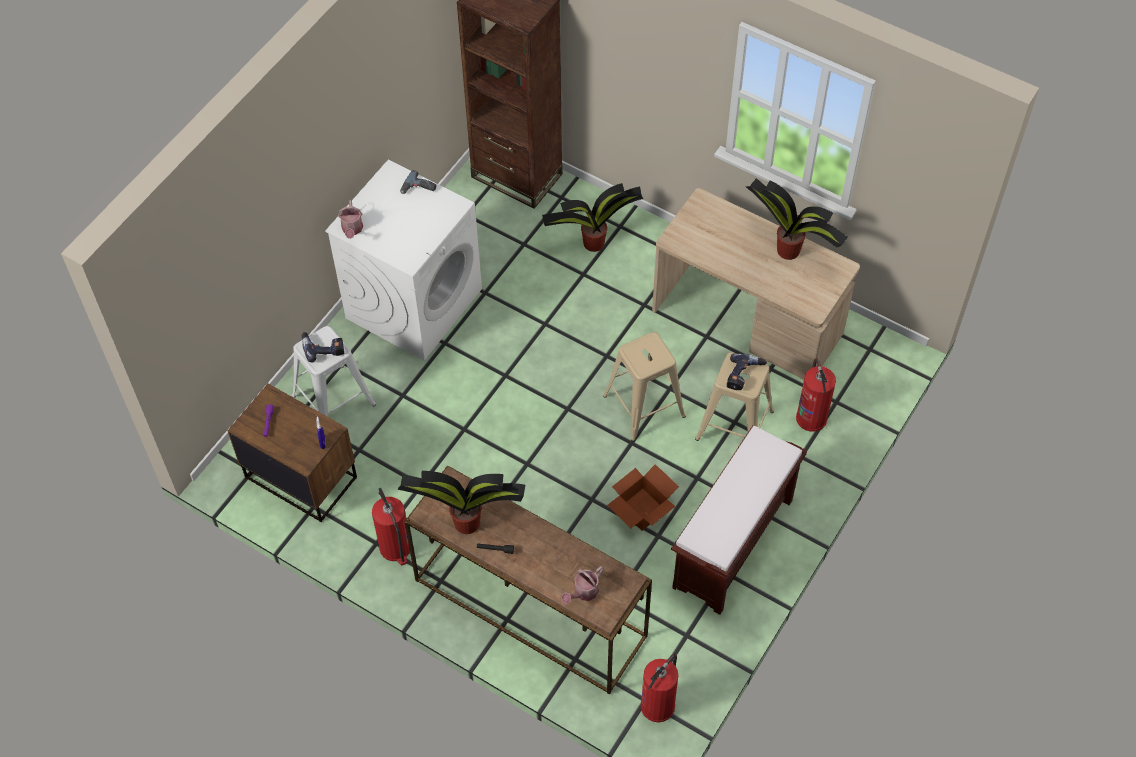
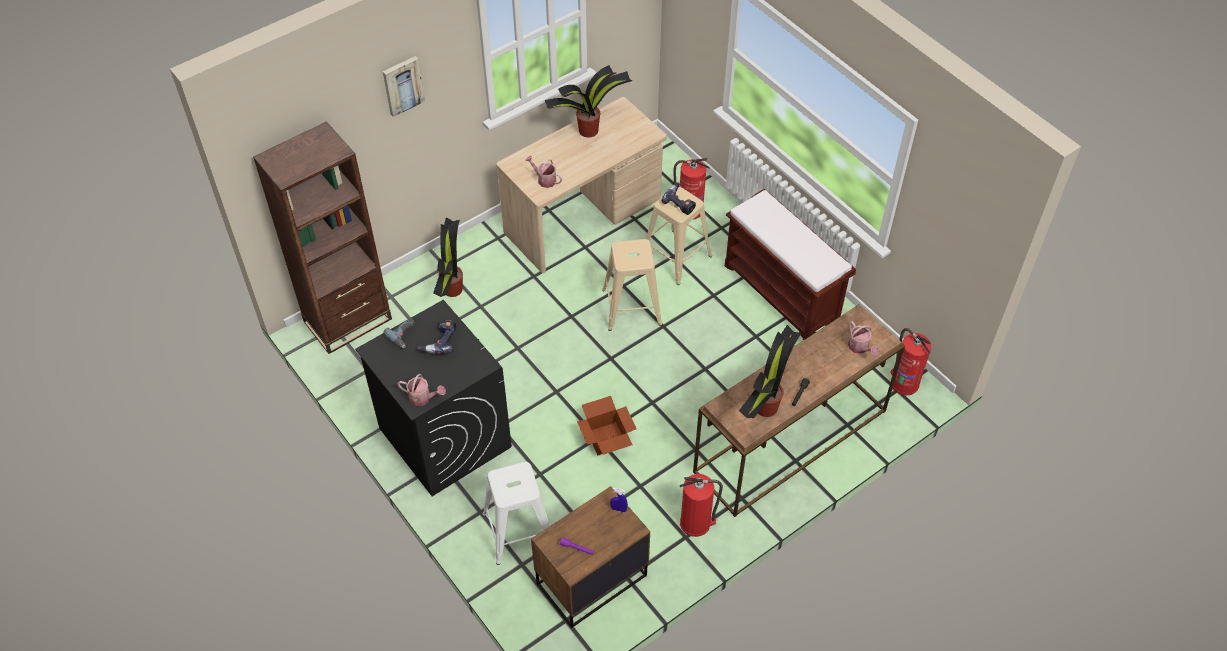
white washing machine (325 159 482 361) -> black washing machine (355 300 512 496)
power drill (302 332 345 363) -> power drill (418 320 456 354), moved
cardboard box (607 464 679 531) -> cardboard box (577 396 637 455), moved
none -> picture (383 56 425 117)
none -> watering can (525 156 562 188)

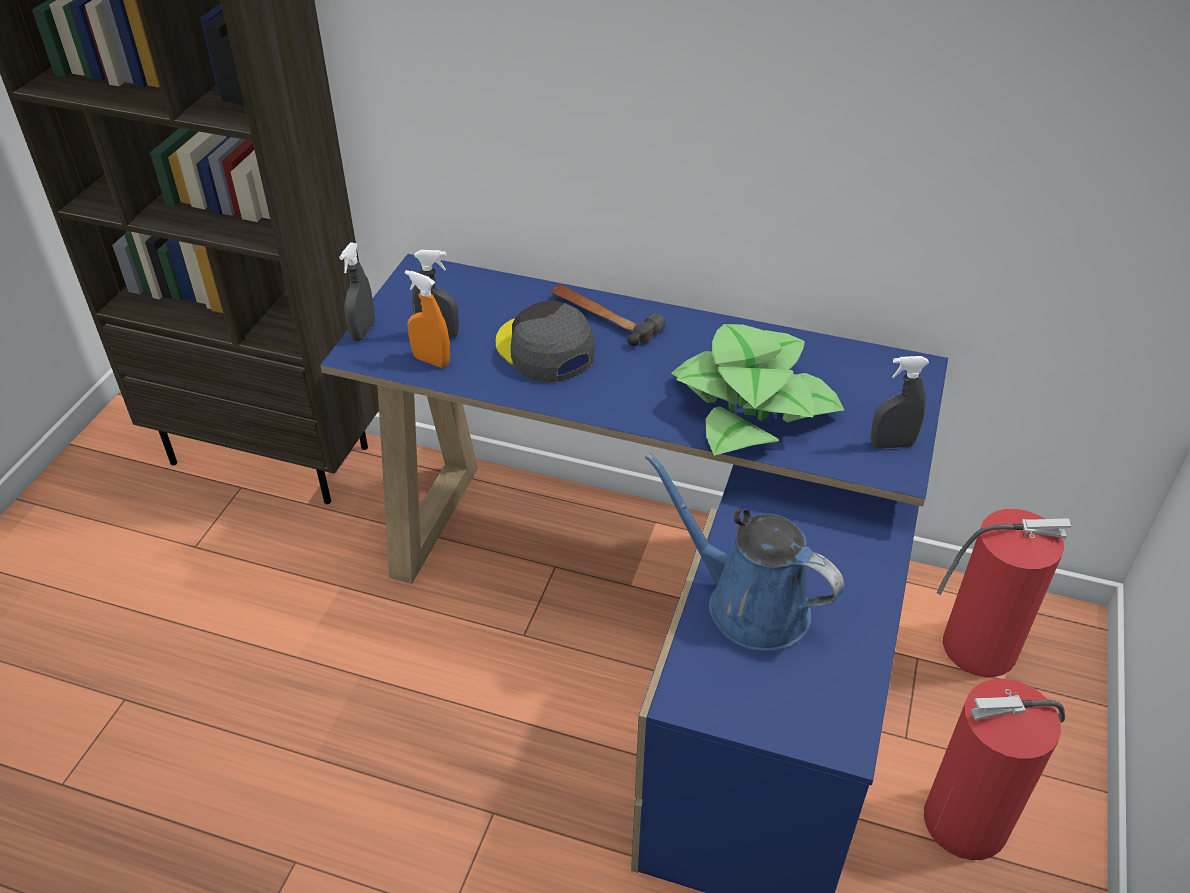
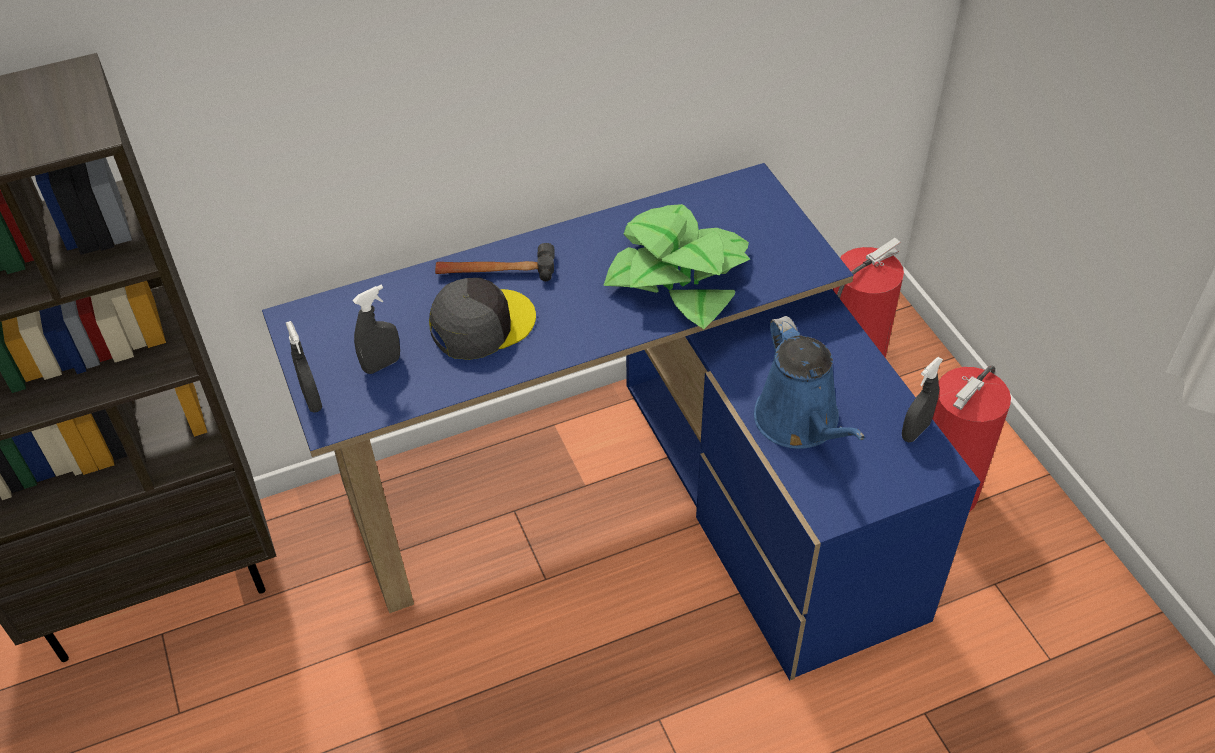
orange spray bottle (405 270 450 367) -> none
grey cap (495 301 595 383) -> grey cap (429 278 536 360), 135 degrees clockwise
grey spray bottle (871 356 929 449) -> grey spray bottle (902 357 943 442), moved
blue watering can (645 452 844 651) -> blue watering can (754 316 865 449), 105 degrees counterclockwise

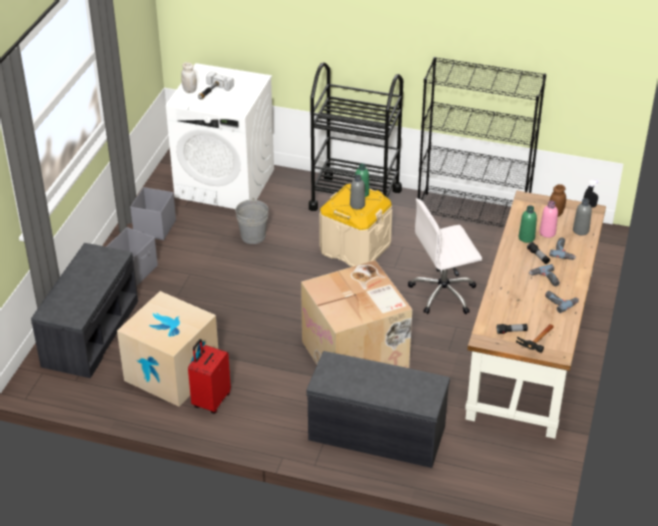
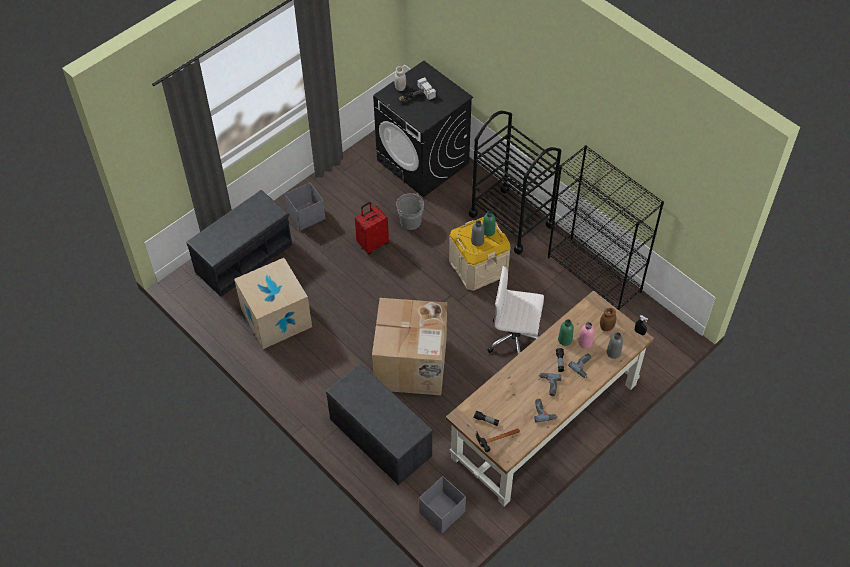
white washing machine (166 63 274 209) -> black washing machine (373 61 473 198)
grey storage box (130 187 176 240) -> grey storage box (419 476 466 534), moved
red suitcase (188 339 231 414) -> red suitcase (355 202 389 254), moved

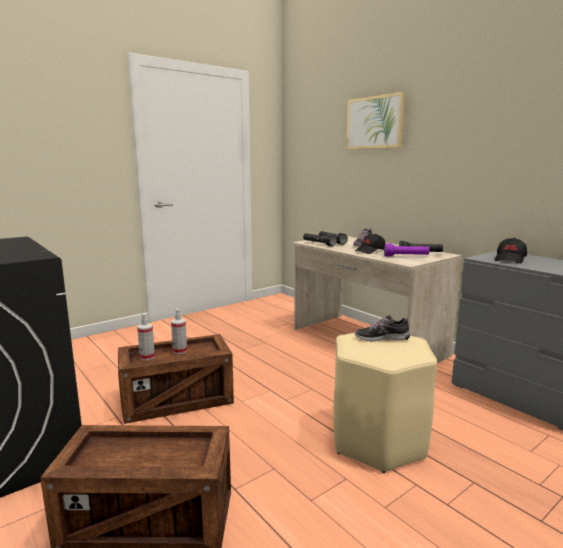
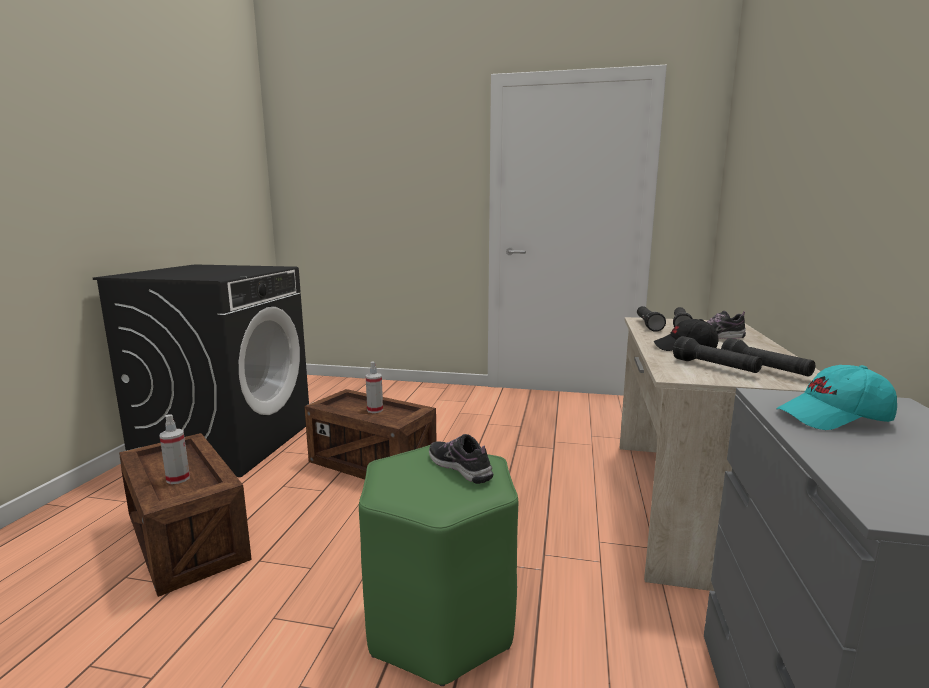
picture (346 92 406 150) -> none
black cap (495 238 527 264) -> turquoise cap (776 365 897 430)
purple flashlight (384 243 429 256) -> black flashlight (673 336 762 373)
spray bottle (137 313 155 360) -> spray bottle (160 414 190 484), moved
beige stool (334 333 437 473) -> green stool (359 445 518 686)

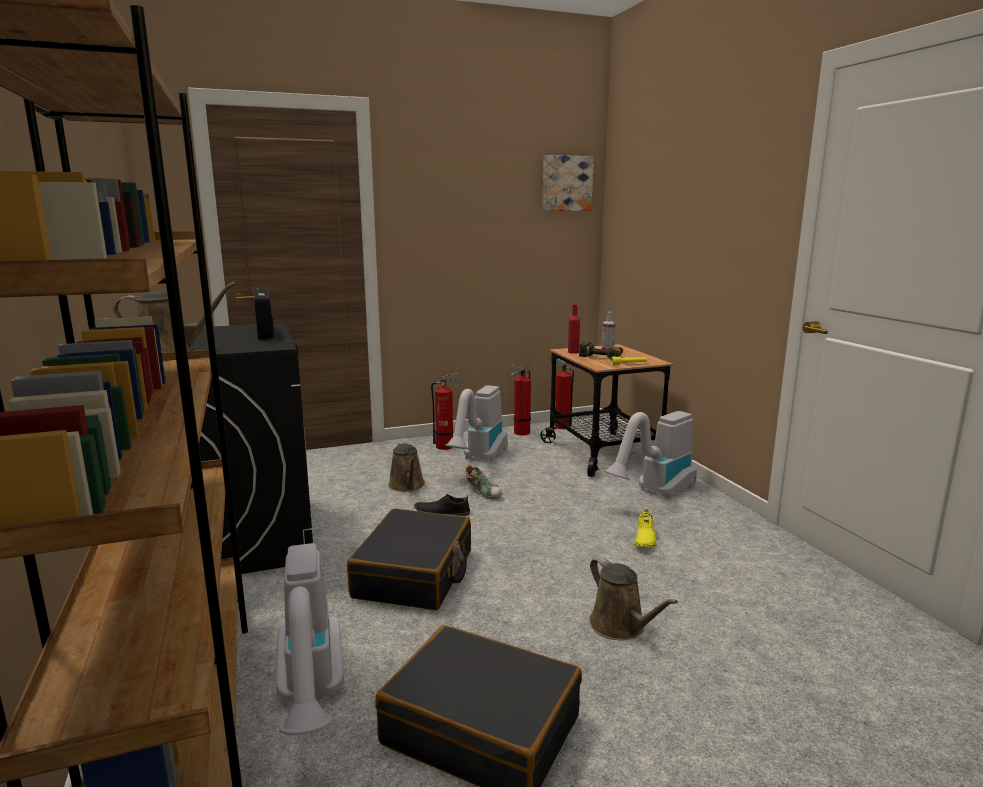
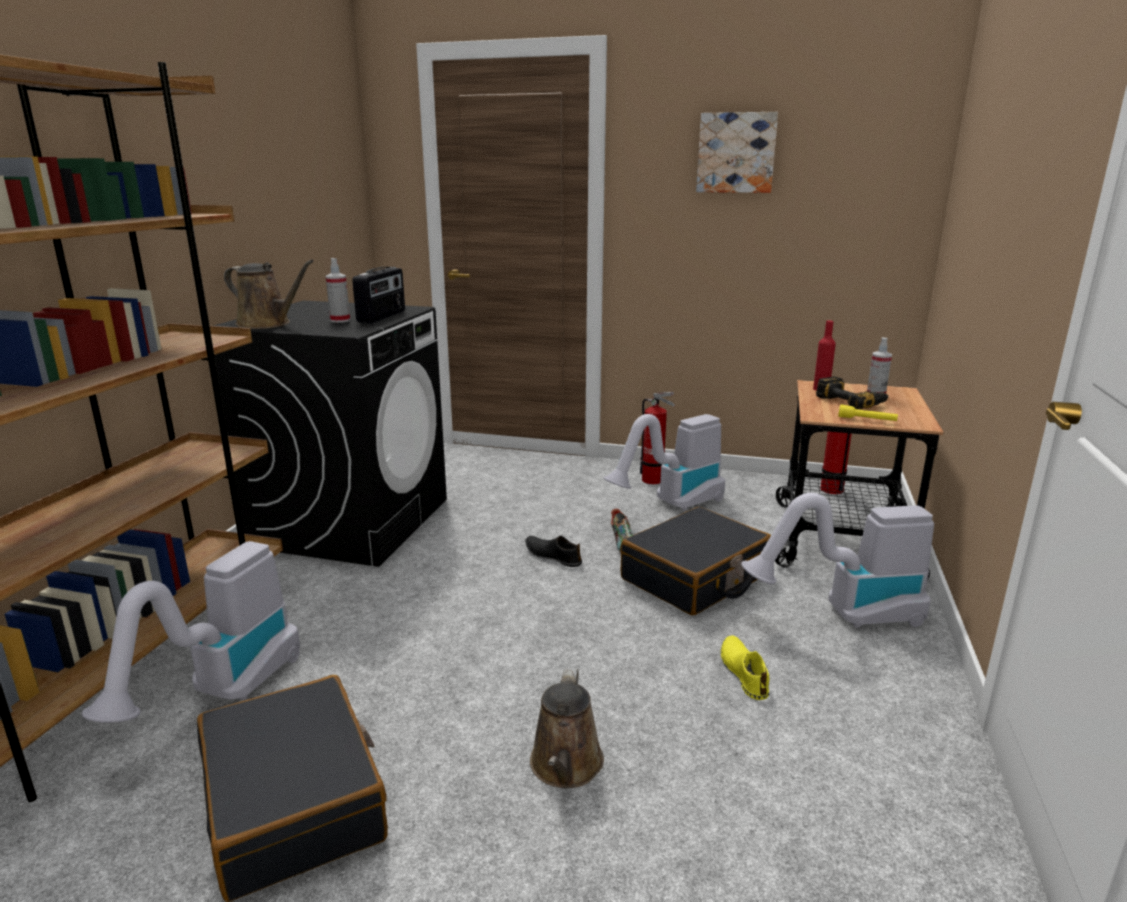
picture (542 155 594 211) -> picture (696 112 778 193), moved
fire extinguisher (511 365 531 435) -> none
brown watering can (388 441 425 492) -> none
black suitcase (347 509 471 611) -> black suitcase (620 507 771 615), moved
yellow shoe (634 509 656 548) -> yellow shoe (721 635 769 700), 120 degrees clockwise
none -> spray bottle (326 258 350 323)

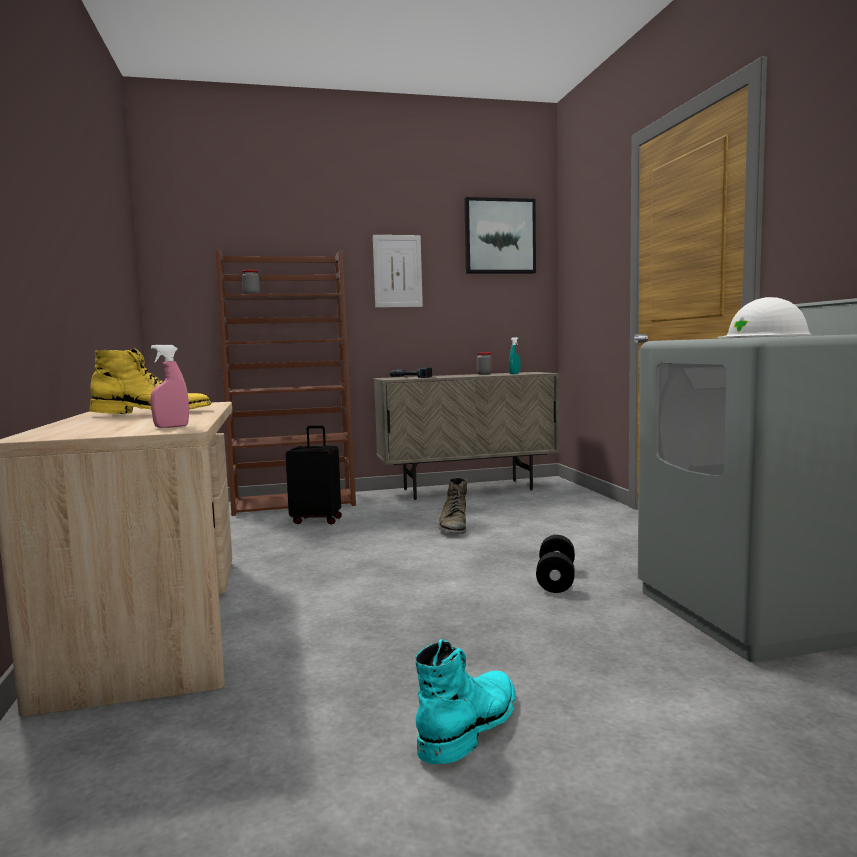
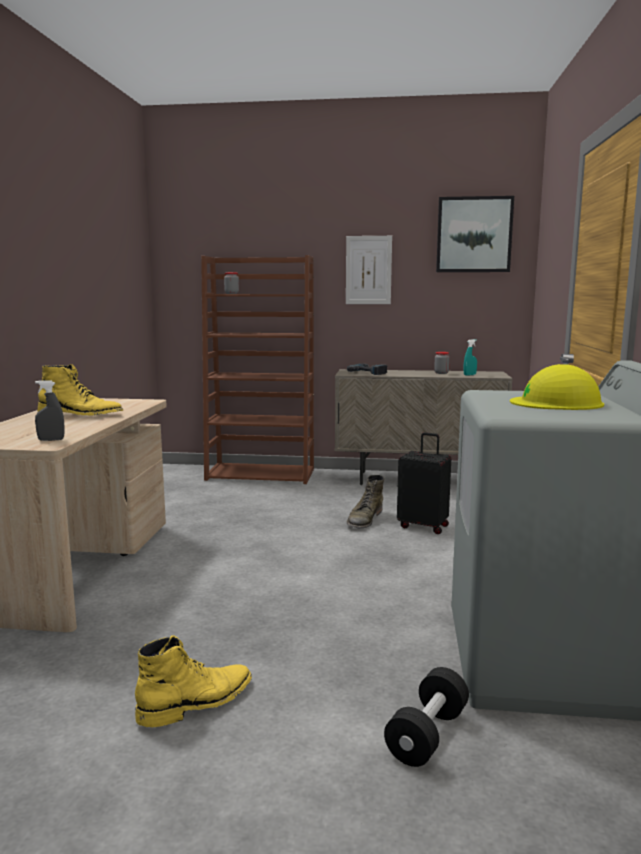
white hard hat (717 297 812 338) -> yellow hard hat (510 364 604 410)
pink spray bottle (150 345 189 428) -> grey spray bottle (35 380 65 441)
black suitcase (285 425 342 524) -> black suitcase (397 432 451 534), moved
black dumbbell (536 535 575 593) -> black dumbbell (384 667 469 767), moved
turquoise boot (415 639 515 764) -> yellow boot (135 635 252 727)

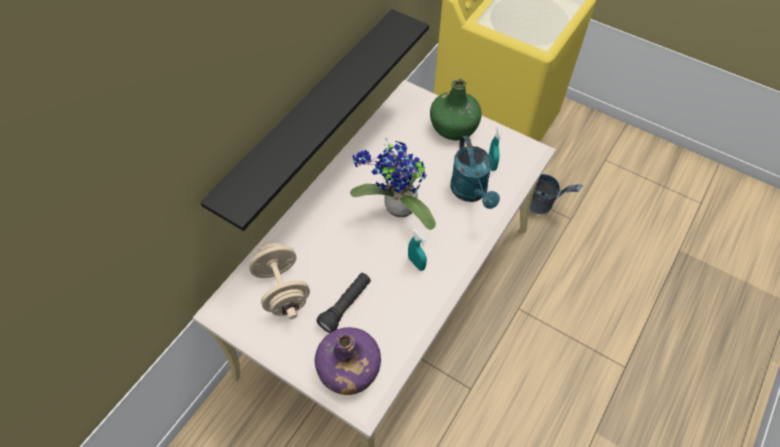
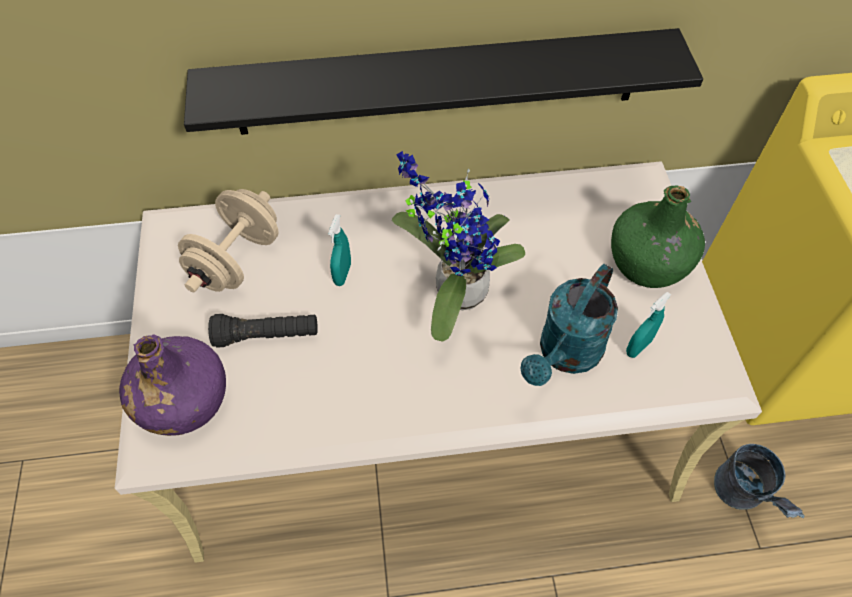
turquoise spray bottle (408 229 427 271) -> turquoise spray bottle (328 214 351 286), moved

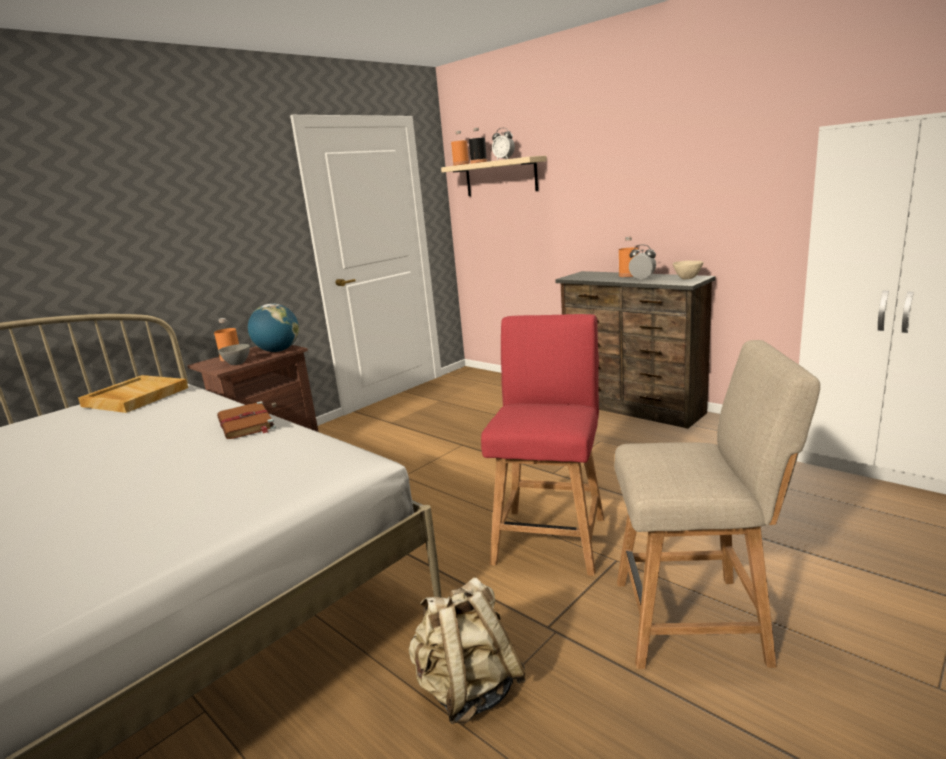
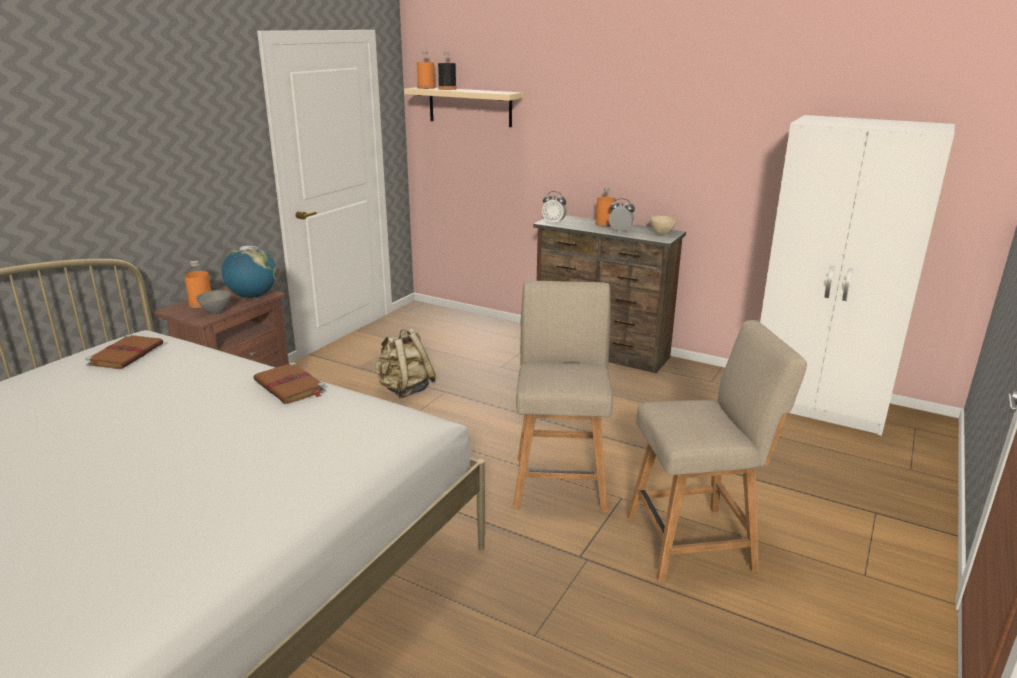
alarm clock (492 128 515 160) -> alarm clock (542 191 567 224), moved
red chair (481 314 604 576) -> beige chair (513 281 613 512)
beige tray (78 375 188 413) -> brown book (85 335 163 369)
beige backpack (409 577 526 724) -> beige backpack (375 328 436 398), moved

